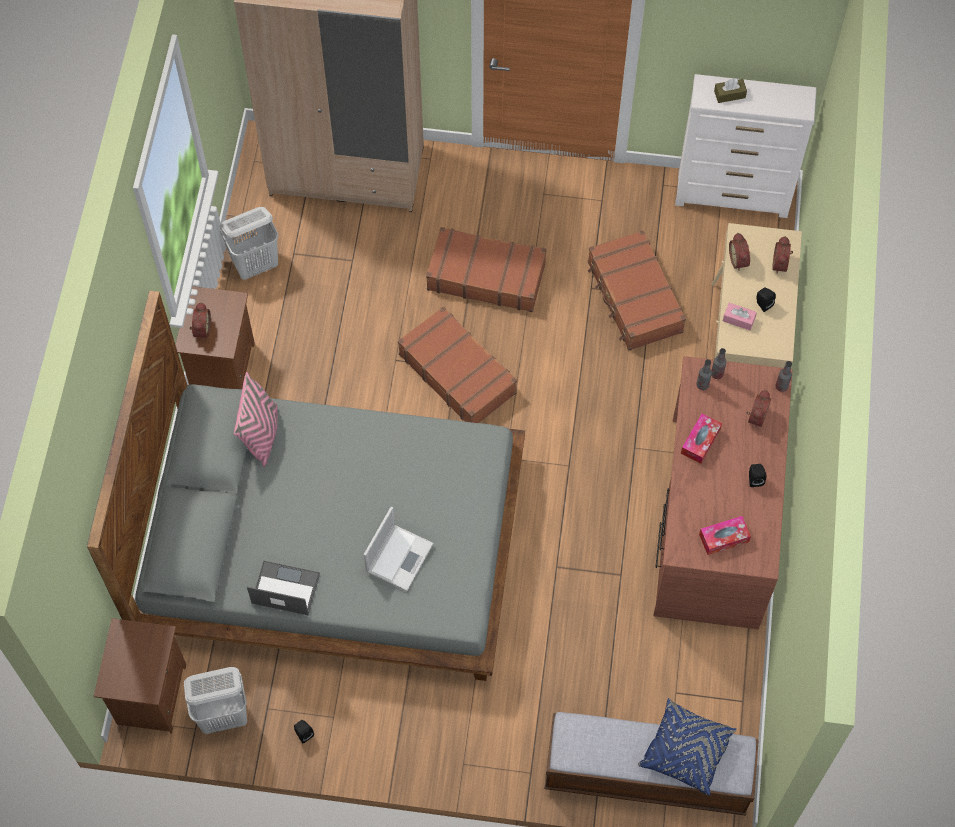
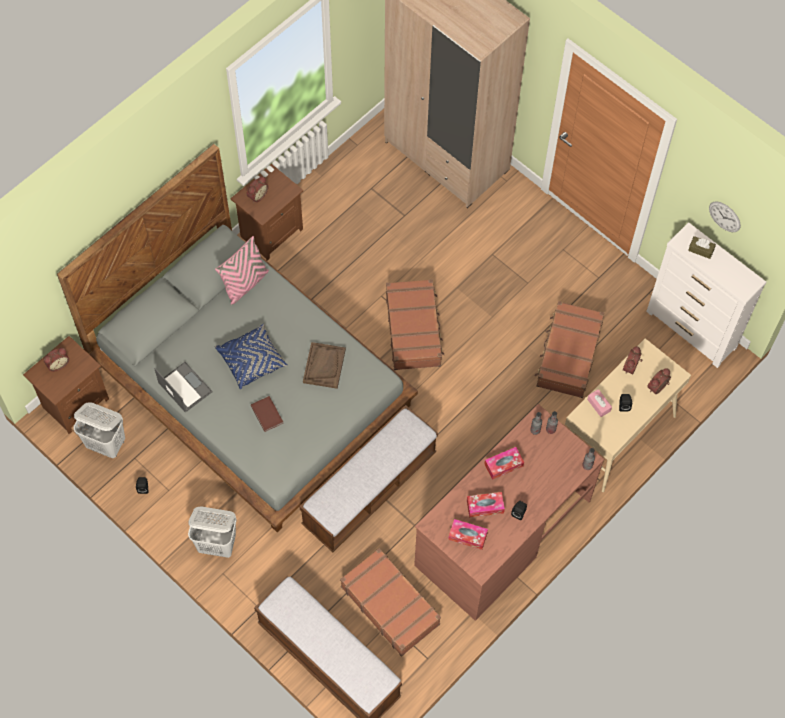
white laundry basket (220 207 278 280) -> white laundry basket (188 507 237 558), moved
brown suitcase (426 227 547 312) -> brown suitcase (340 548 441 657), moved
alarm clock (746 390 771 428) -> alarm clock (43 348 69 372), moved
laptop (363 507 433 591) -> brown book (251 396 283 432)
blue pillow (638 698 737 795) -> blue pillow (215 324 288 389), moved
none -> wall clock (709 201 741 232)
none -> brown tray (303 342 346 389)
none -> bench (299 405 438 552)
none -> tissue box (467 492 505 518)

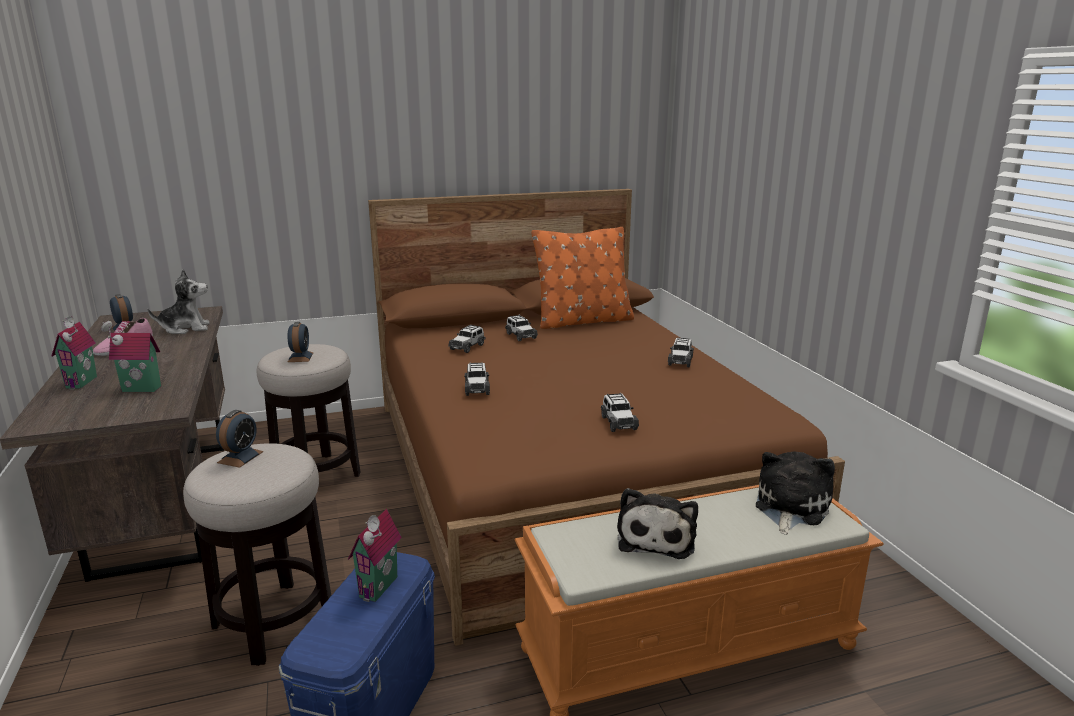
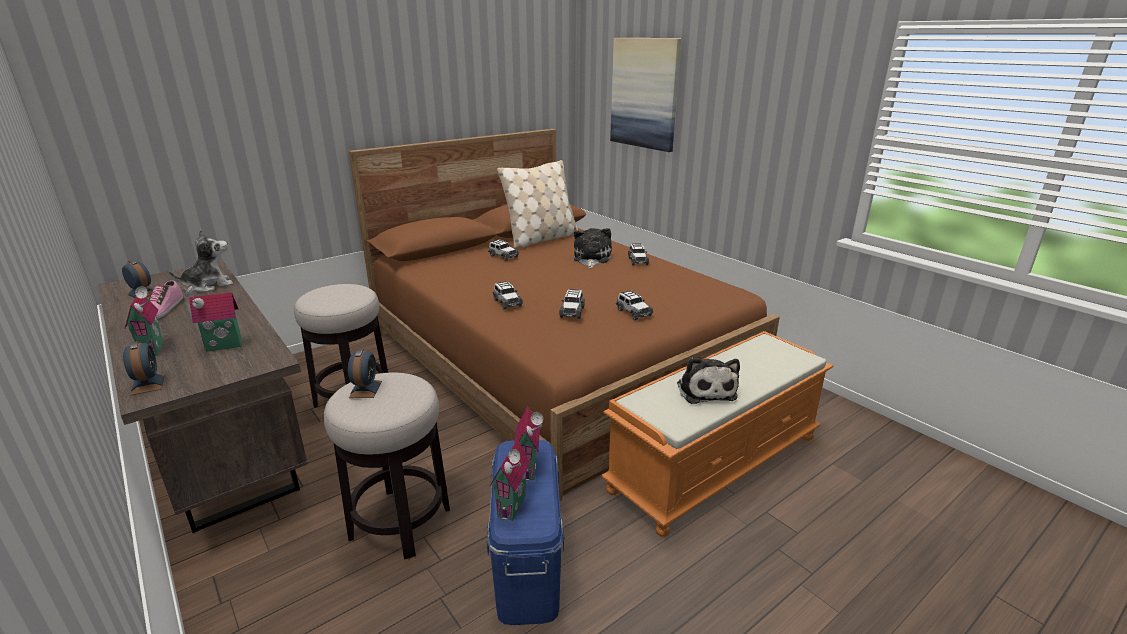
orange pillow (531 227 634 329) -> beige pillow (497 160 578 249)
alarm clock (288 322 313 362) -> alarm clock (123 341 165 396), moved
toy car (448 325 486 353) -> toy car (559 289 585 319), moved
plush toy (756 452 835 535) -> plush toy (574 228 612 268), moved
none -> picture (610 38 681 152)
none -> toy house (489 439 530 521)

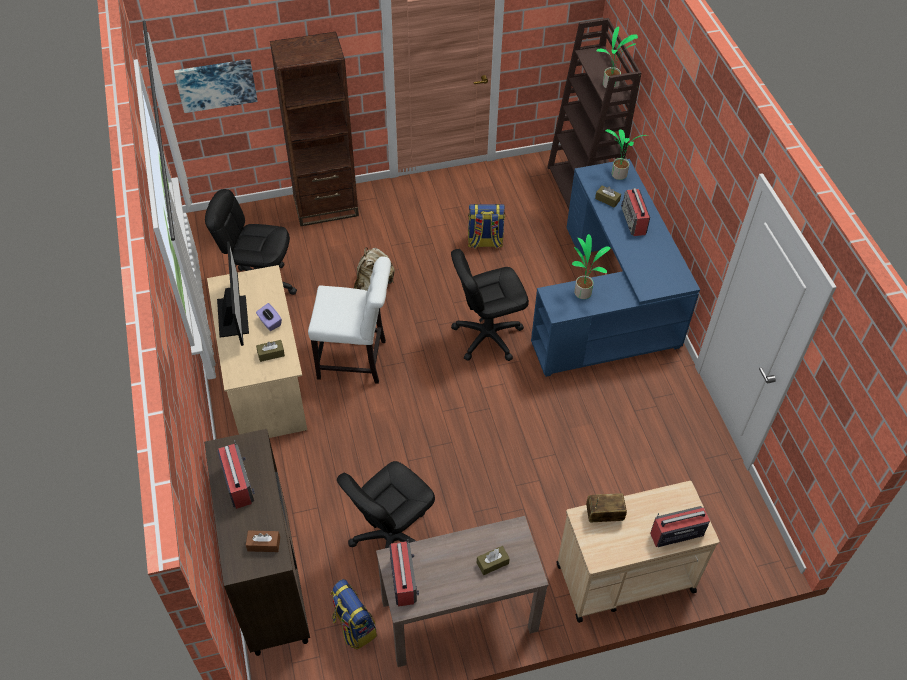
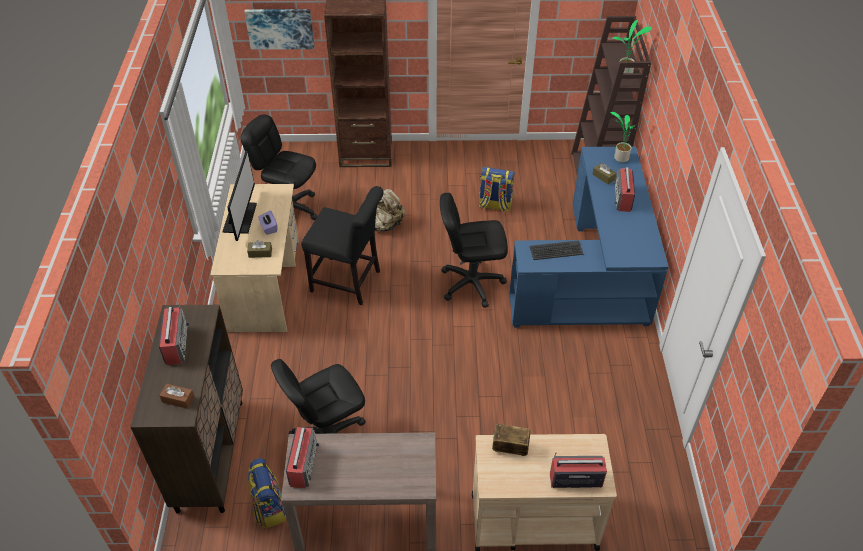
potted plant (572 234 610 299) -> keyboard (529 240 584 260)
white chair (308 256 391 384) -> black chair (301 186 383 305)
brown tissue box (477 546 510 575) -> none

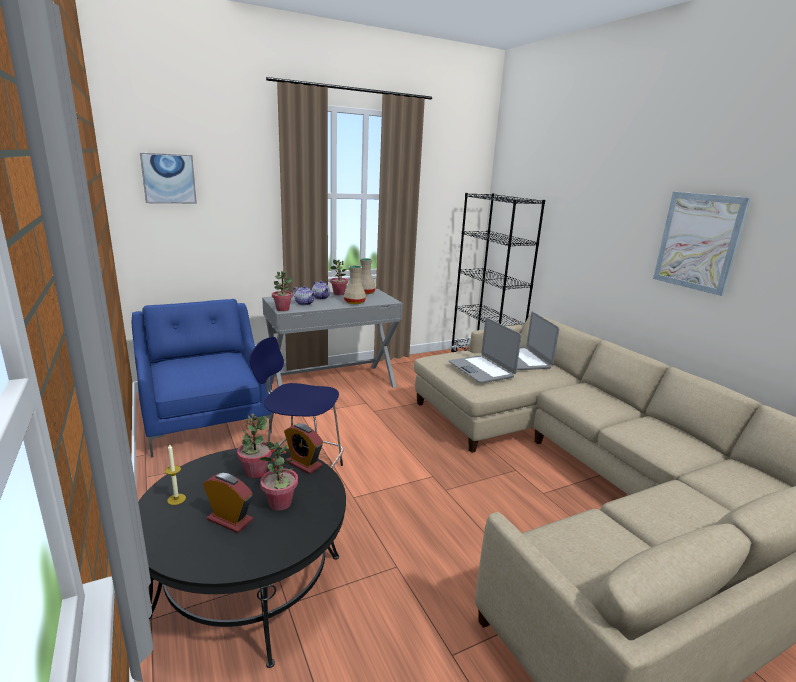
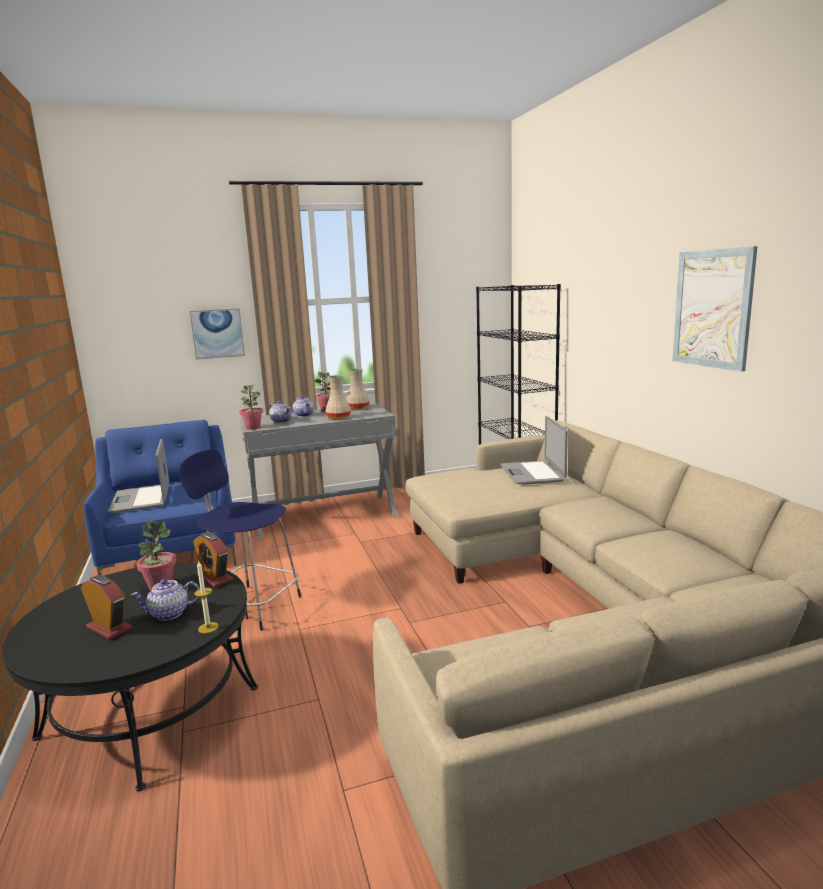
picture (140 153 197 204) -> picture (190 308 245 359), moved
laptop (449 318 522 383) -> laptop (108 439 169 513), moved
potted plant (259 441 298 511) -> teapot (131 579 200 621)
candle (165 443 186 505) -> candle (194 560 219 633), moved

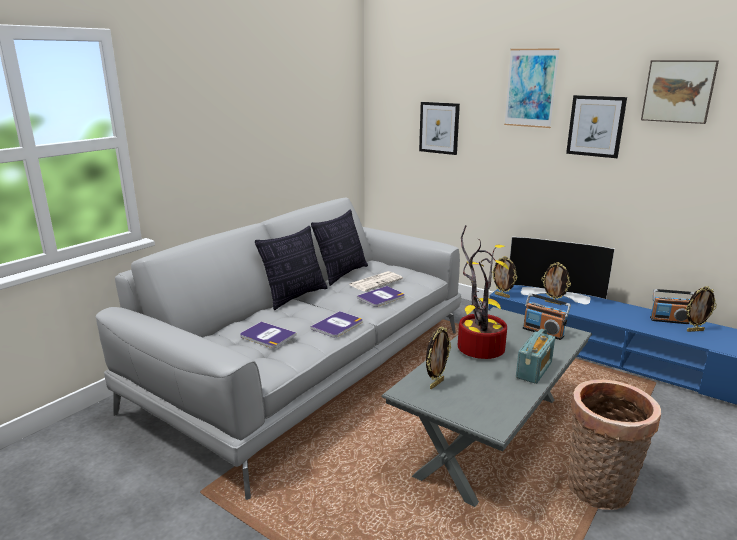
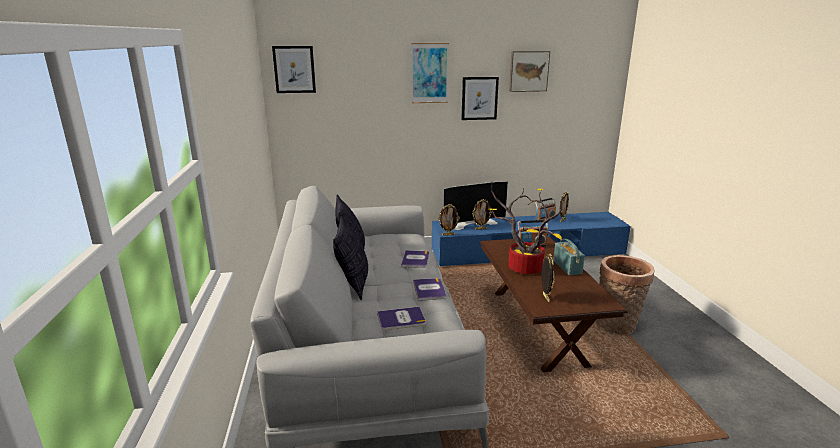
picture (419 102 460 155) -> picture (272 46 316 93), moved
newspaper (349 271 403 291) -> none
grey coffee table (382 307 592 507) -> brown coffee table (480 237 628 372)

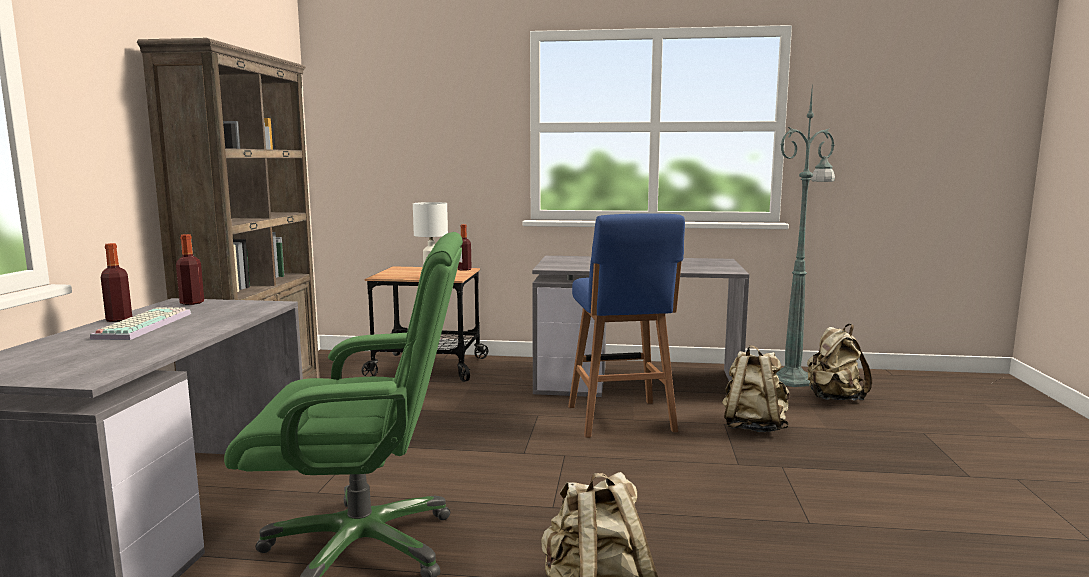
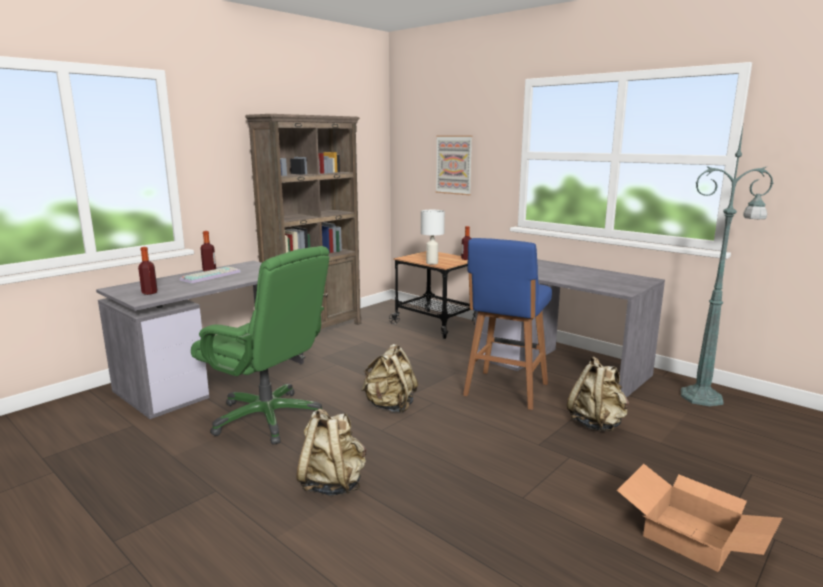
bottle (176 234 204 305) -> bottle (138 247 158 295), moved
beige backpack (807 324 872 401) -> beige backpack (361 344 418 413), moved
none -> picture (435 136 473 195)
none -> cardboard box (617 464 782 572)

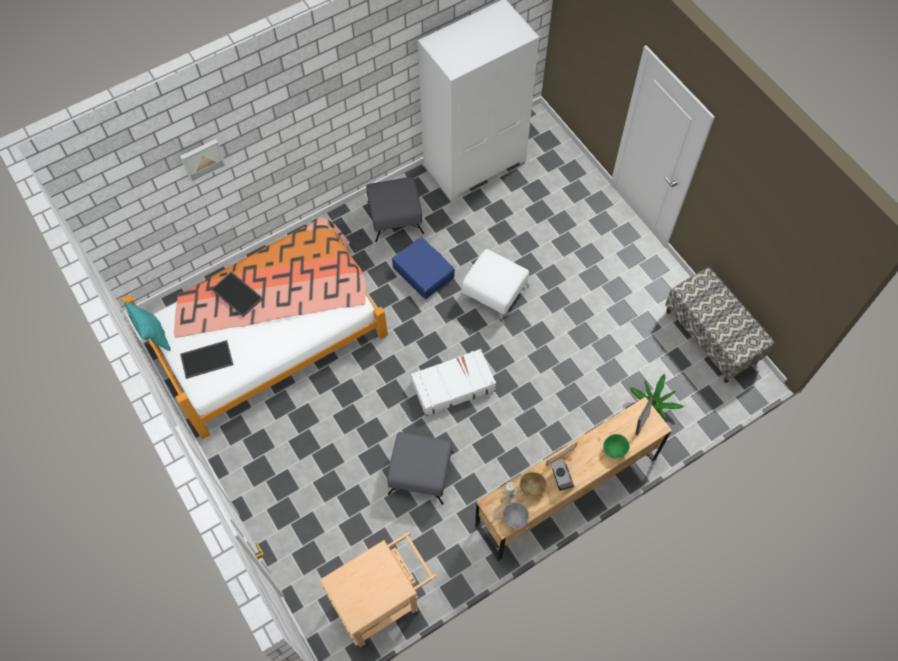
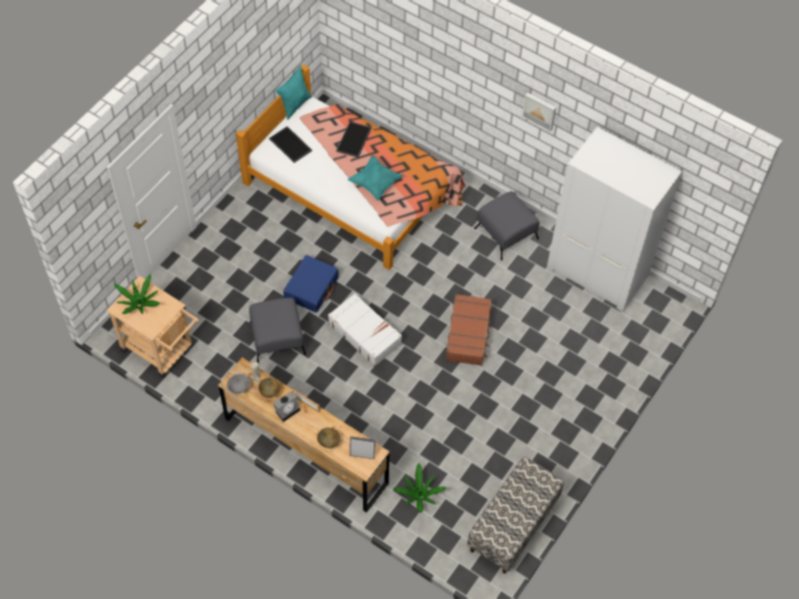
picture (180 139 226 183) -> picture (522 92 556 131), moved
blue suitcase (392 237 455 299) -> blue suitcase (283 255 339 313), moved
white ottoman (460 249 529 325) -> brown suitcase (446 294 493 366)
green bowl (603 434 629 458) -> brown bowl (317 428 341 448)
none -> turquoise pillow (347 155 404 201)
none -> potted plant (114 274 160 314)

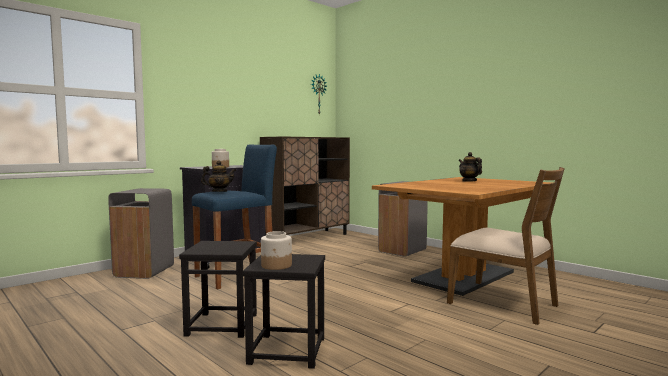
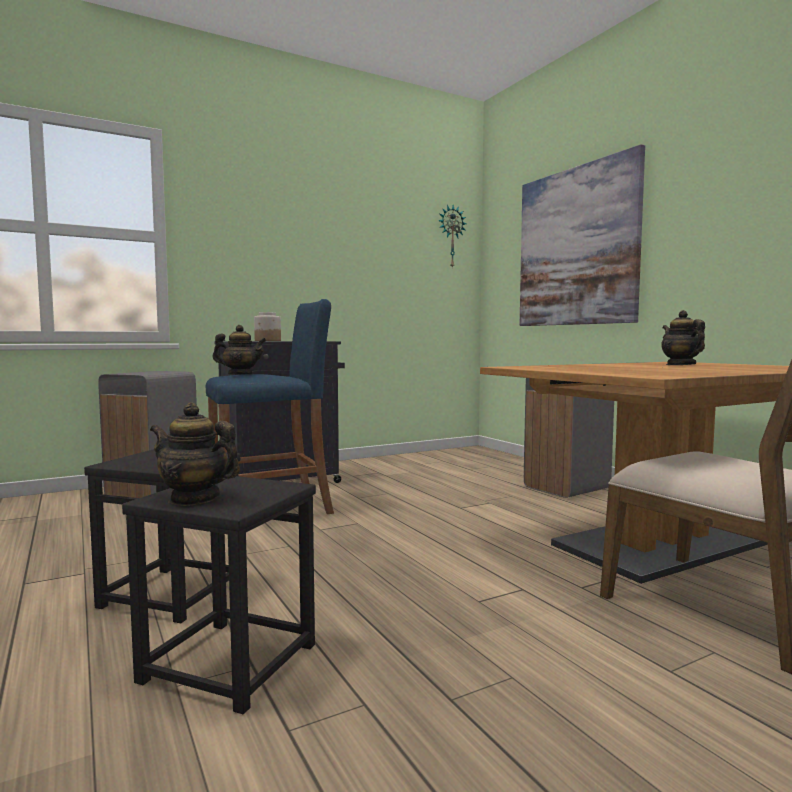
brown cabinet (260 136 350 236) -> none
jar (261 231 292 270) -> teapot (150 403 240 506)
none -> picture (519 144 645 326)

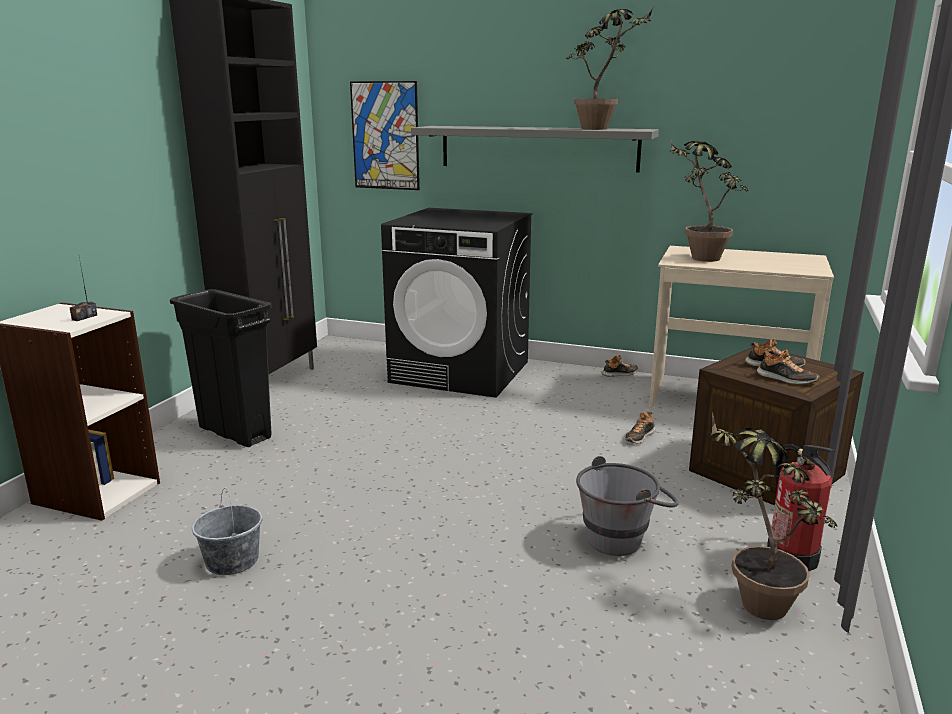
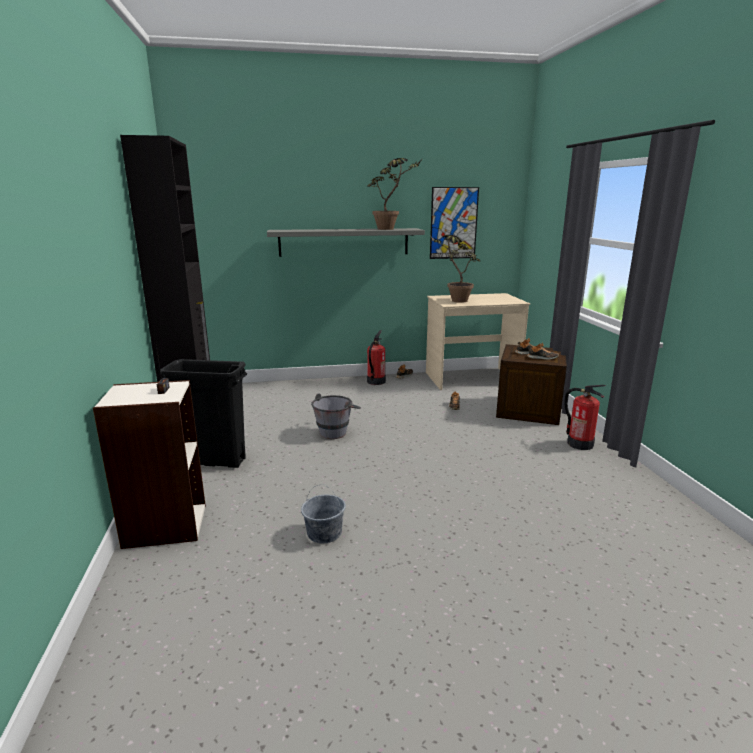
picture (350 81 420 190) -> picture (430 187 479 259), moved
black washing machine (381 208 532 398) -> none
potted plant (709 412 837 620) -> none
grey bucket (576 456 679 556) -> grey bucket (311 394 361 439), moved
none -> fire extinguisher (367 330 386 385)

